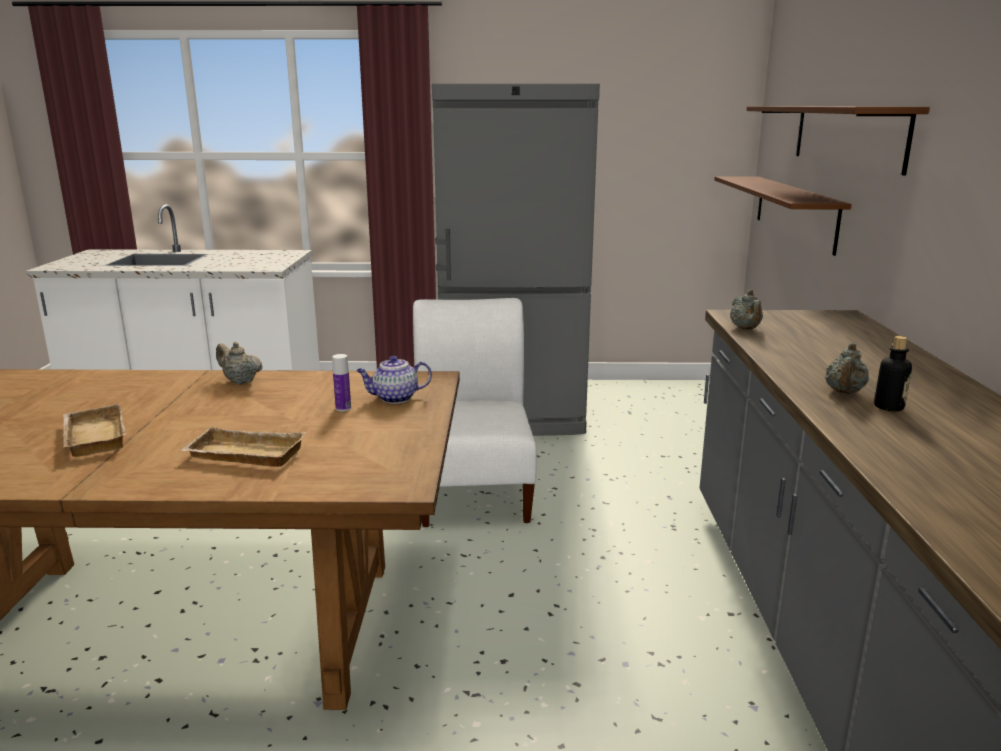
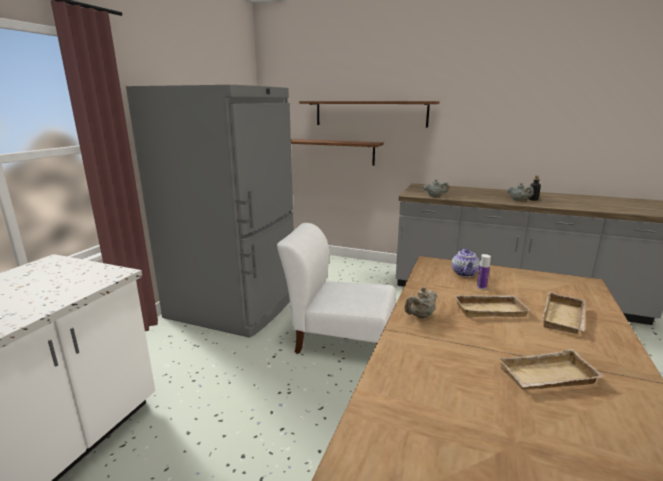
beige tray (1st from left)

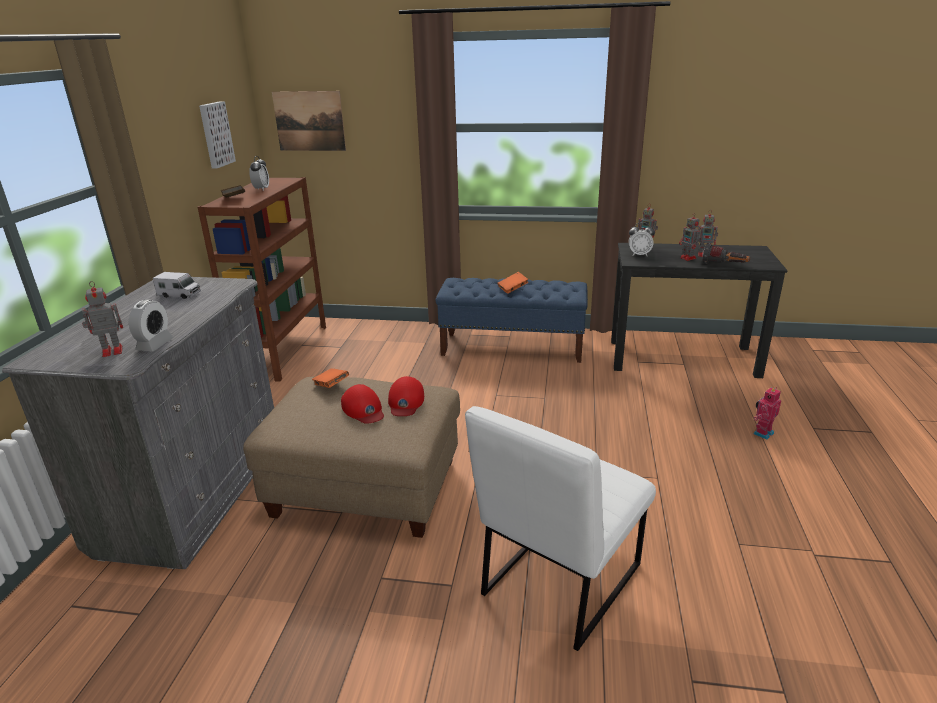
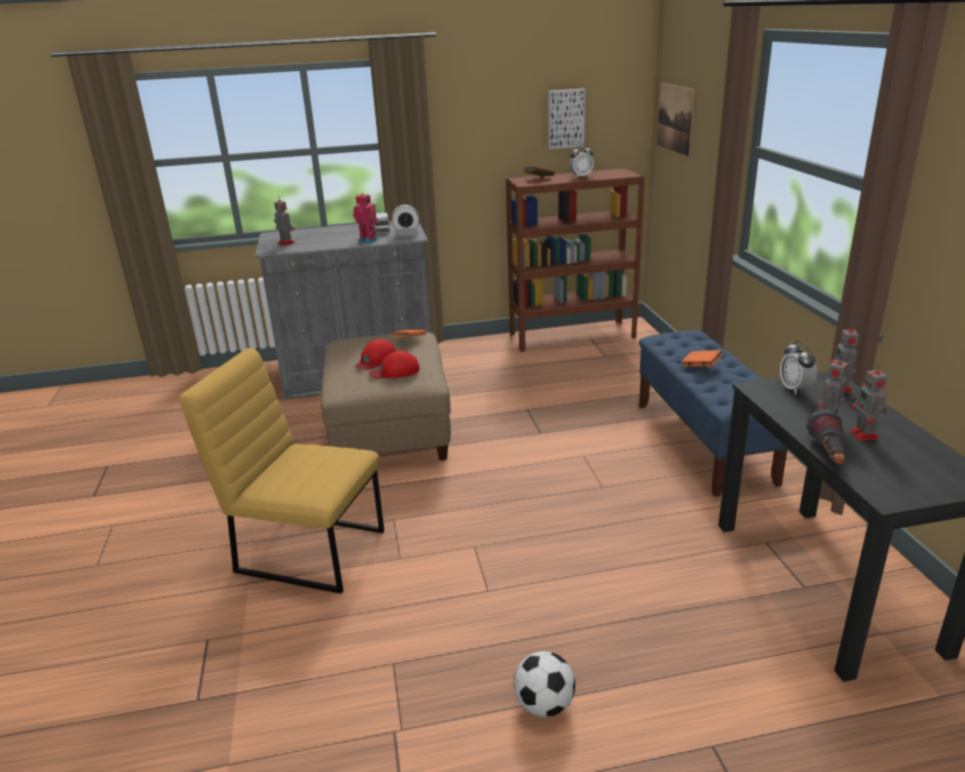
alarm clock (1st from left)
toy robot (2nd from left)
yellow chair
football

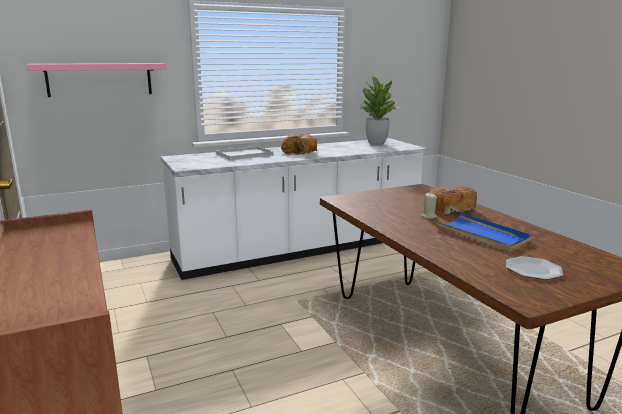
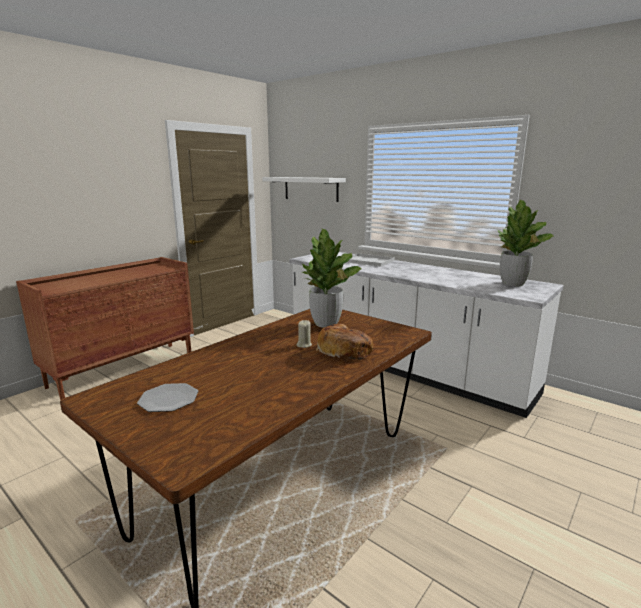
white shelf
bread (1st from left in the first image)
blue tray
potted plant (1st from left)

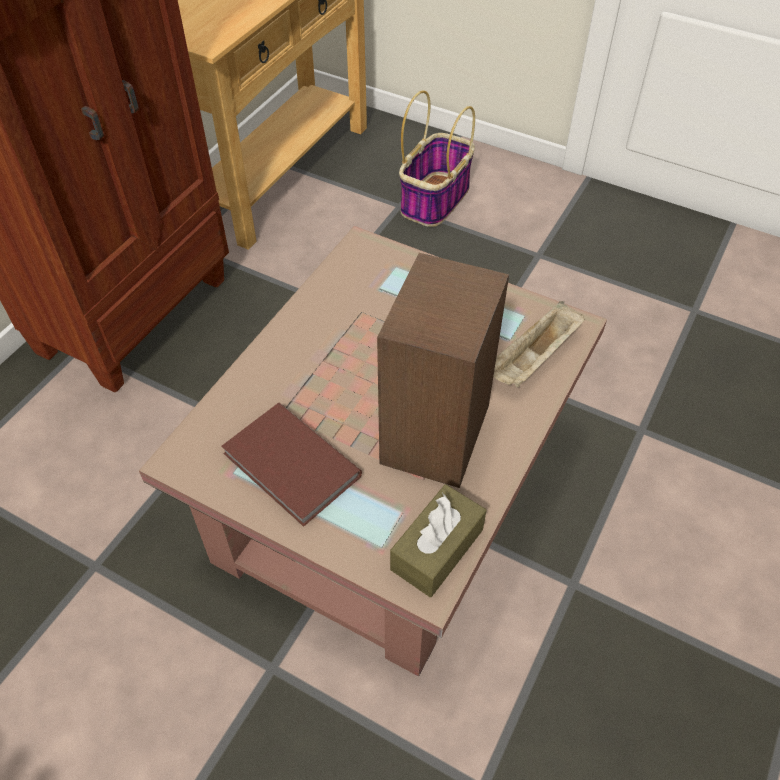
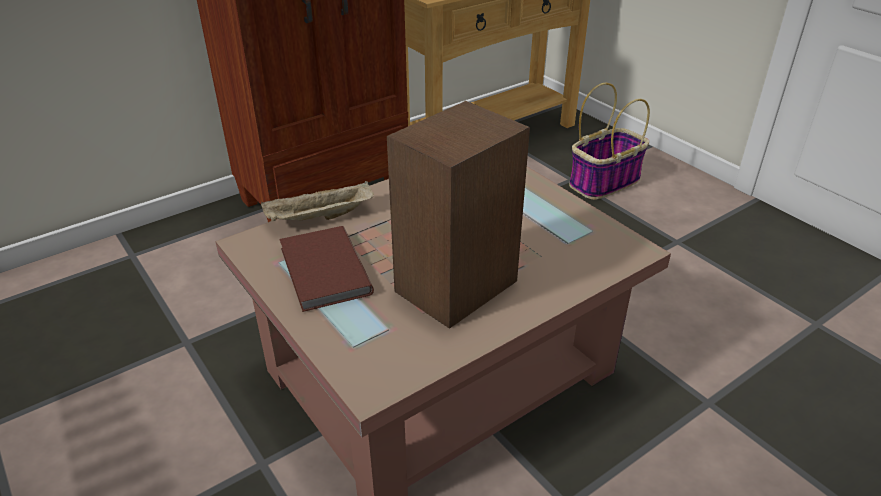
beige tray
brown tissue box

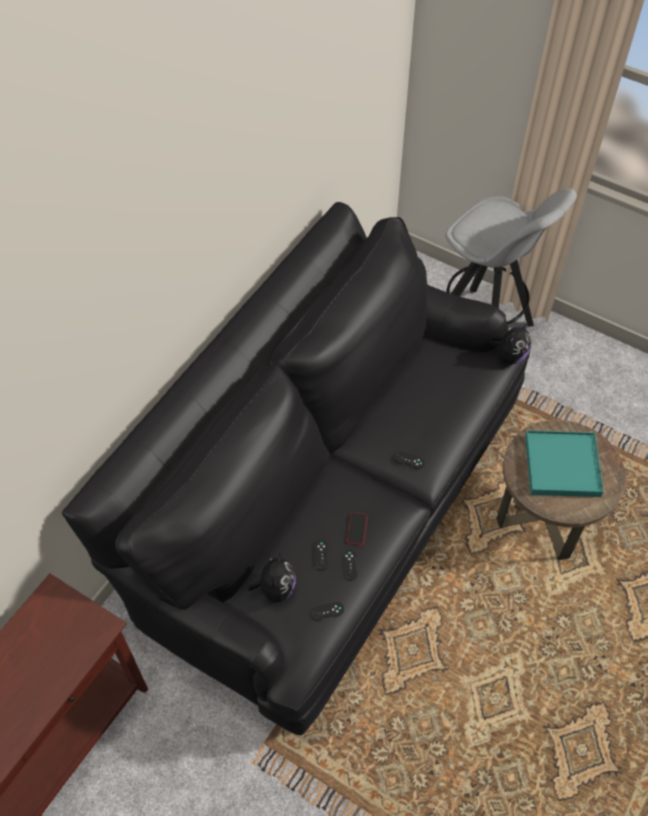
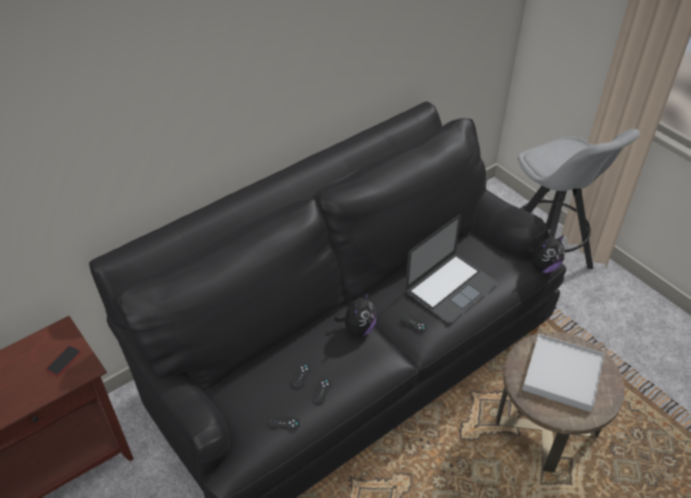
white tray
phone
plush toy (1st from left)
laptop

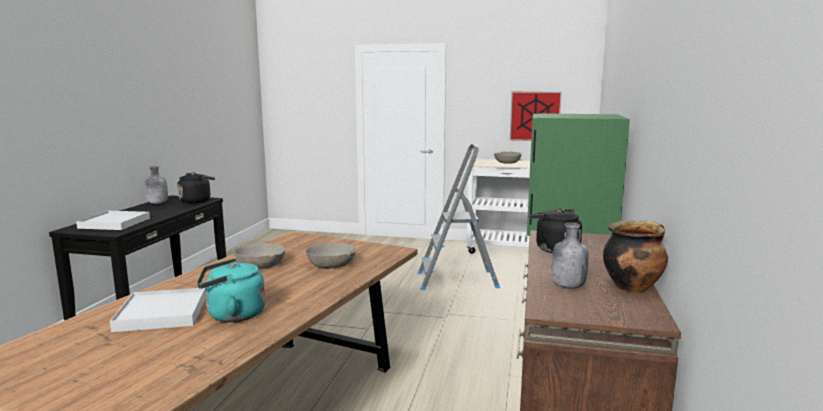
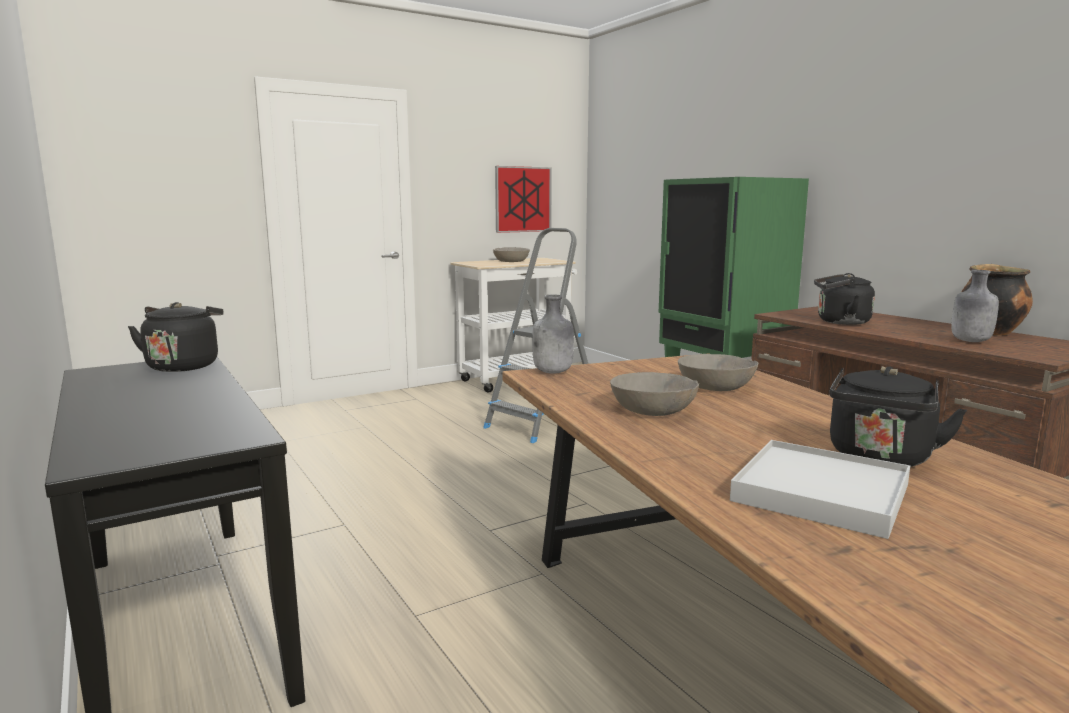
grey bottle (1st from left)
white tray (1st from left in the first image)
black kettle (3rd from left)

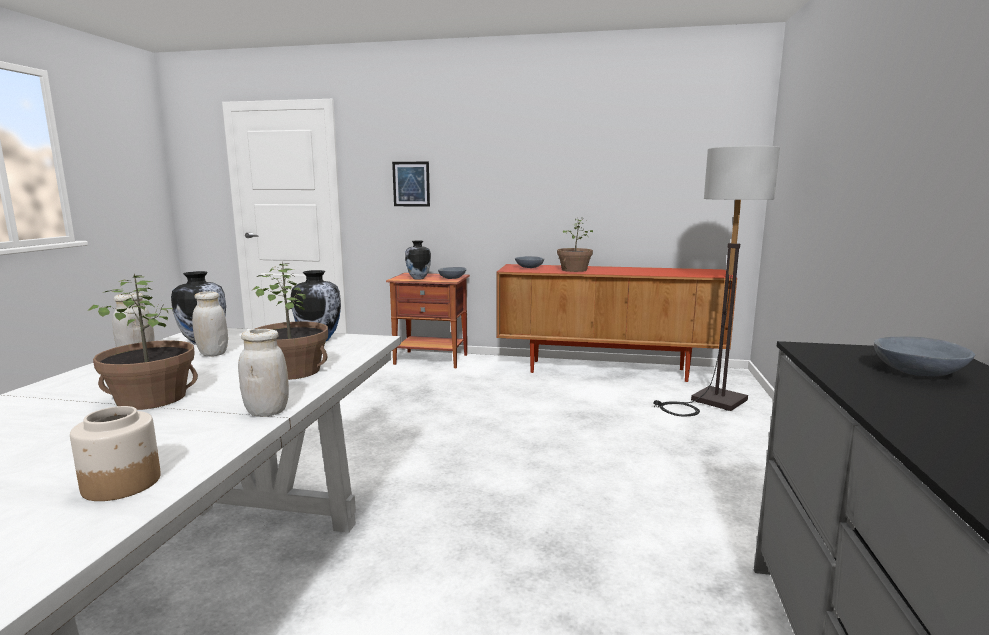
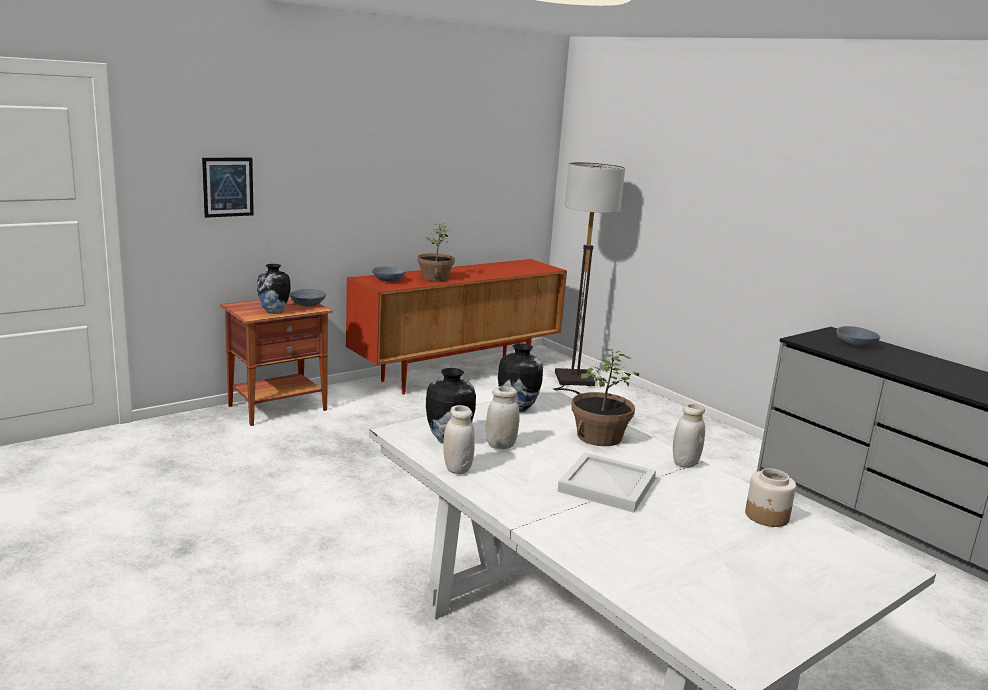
white tray

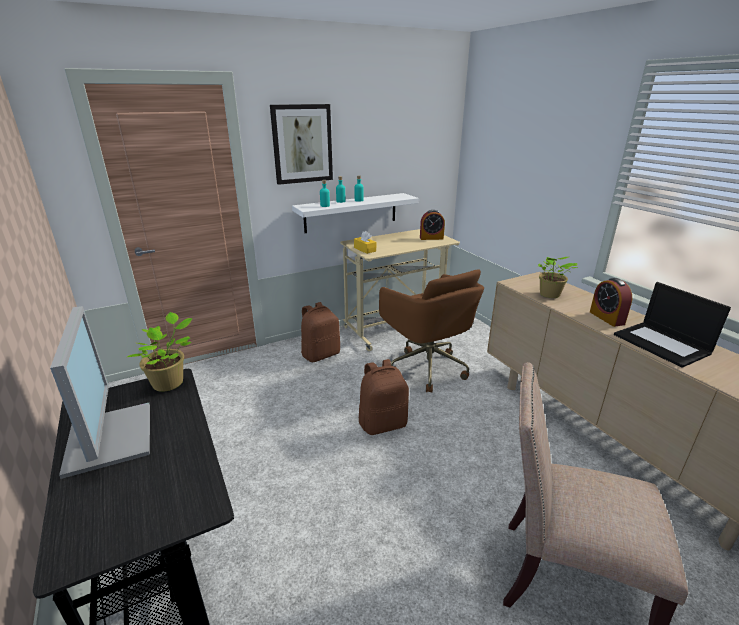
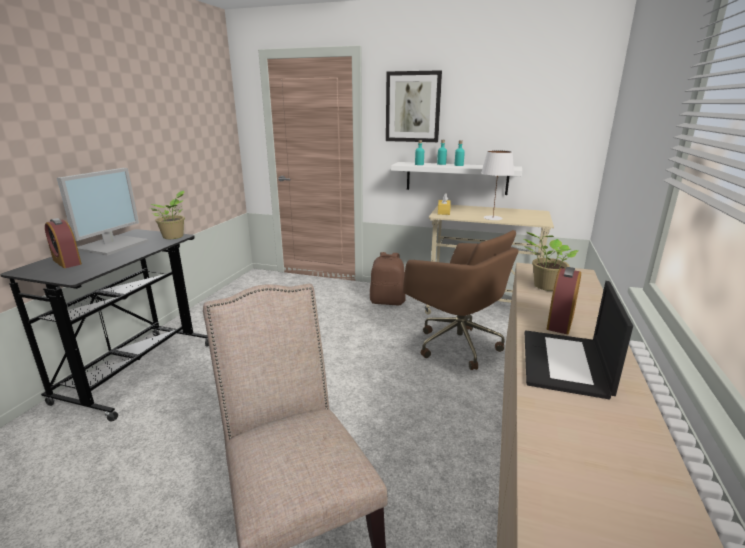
alarm clock (1st from left)
brown office chair
brown backpack (2nd from left in the first image)
white table lamp

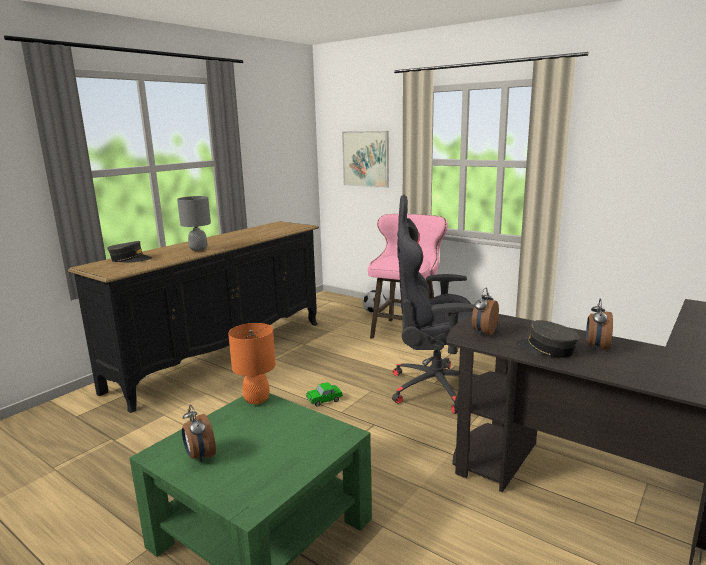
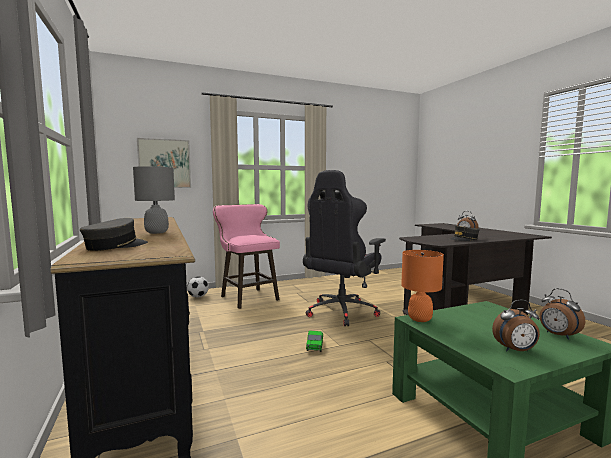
alarm clock (3rd from left)

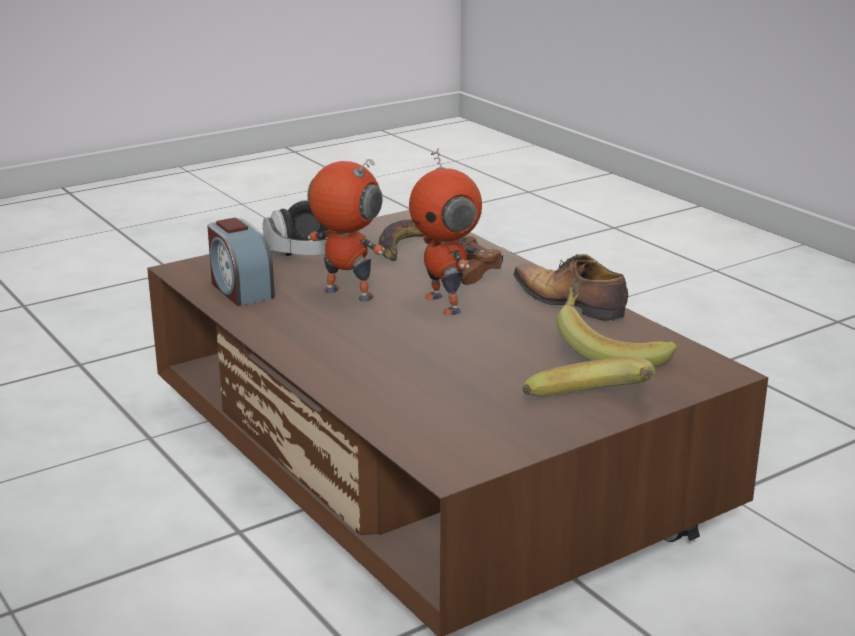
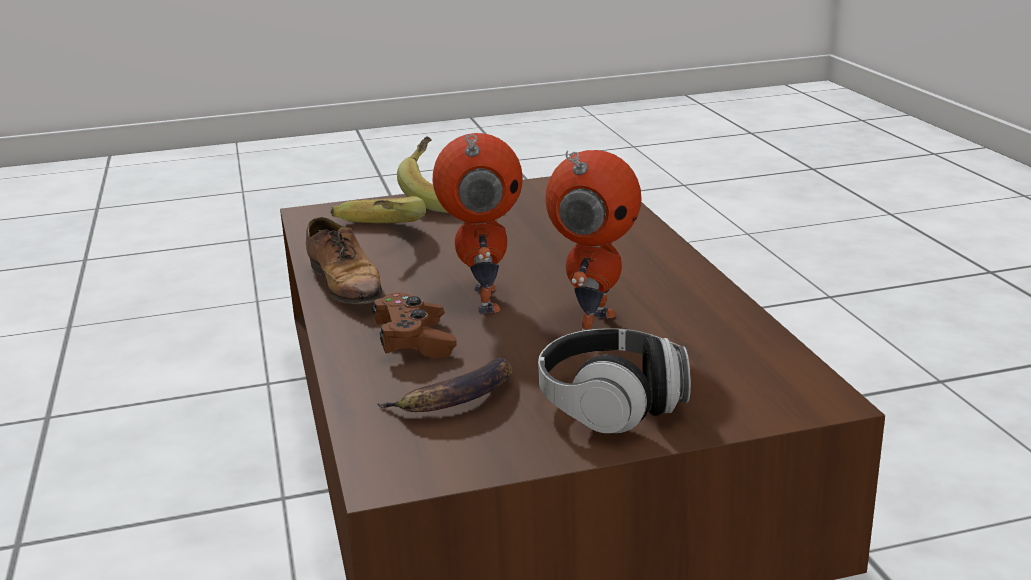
toy robot (2nd from left)
alarm clock

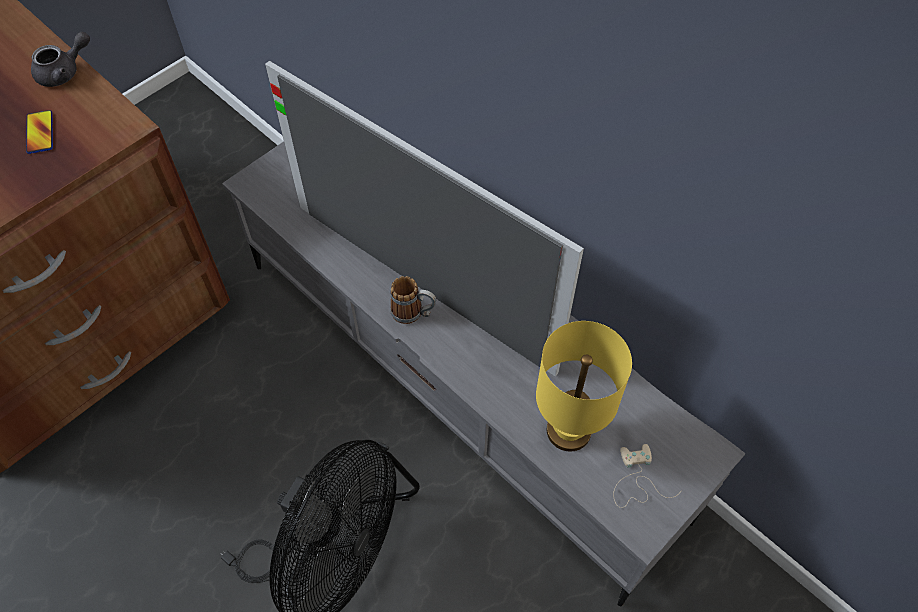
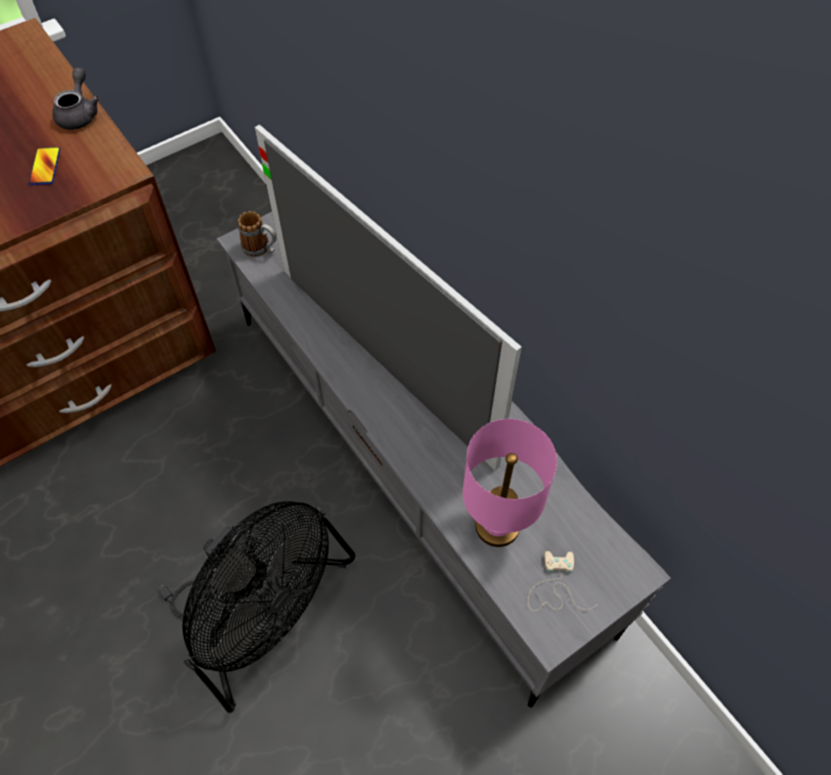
grey teapot
mug
pink table lamp

